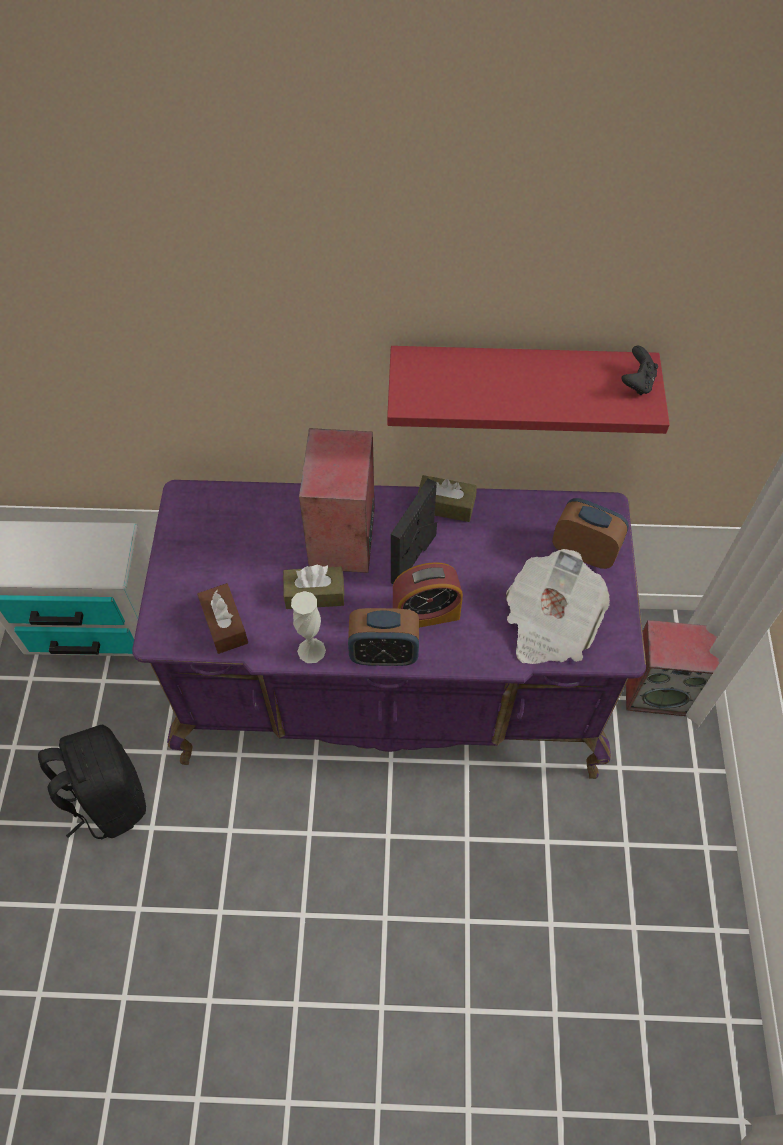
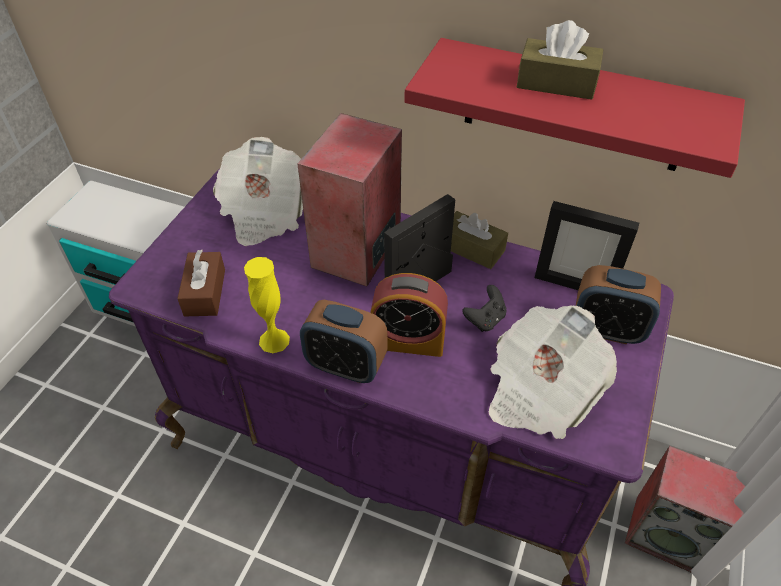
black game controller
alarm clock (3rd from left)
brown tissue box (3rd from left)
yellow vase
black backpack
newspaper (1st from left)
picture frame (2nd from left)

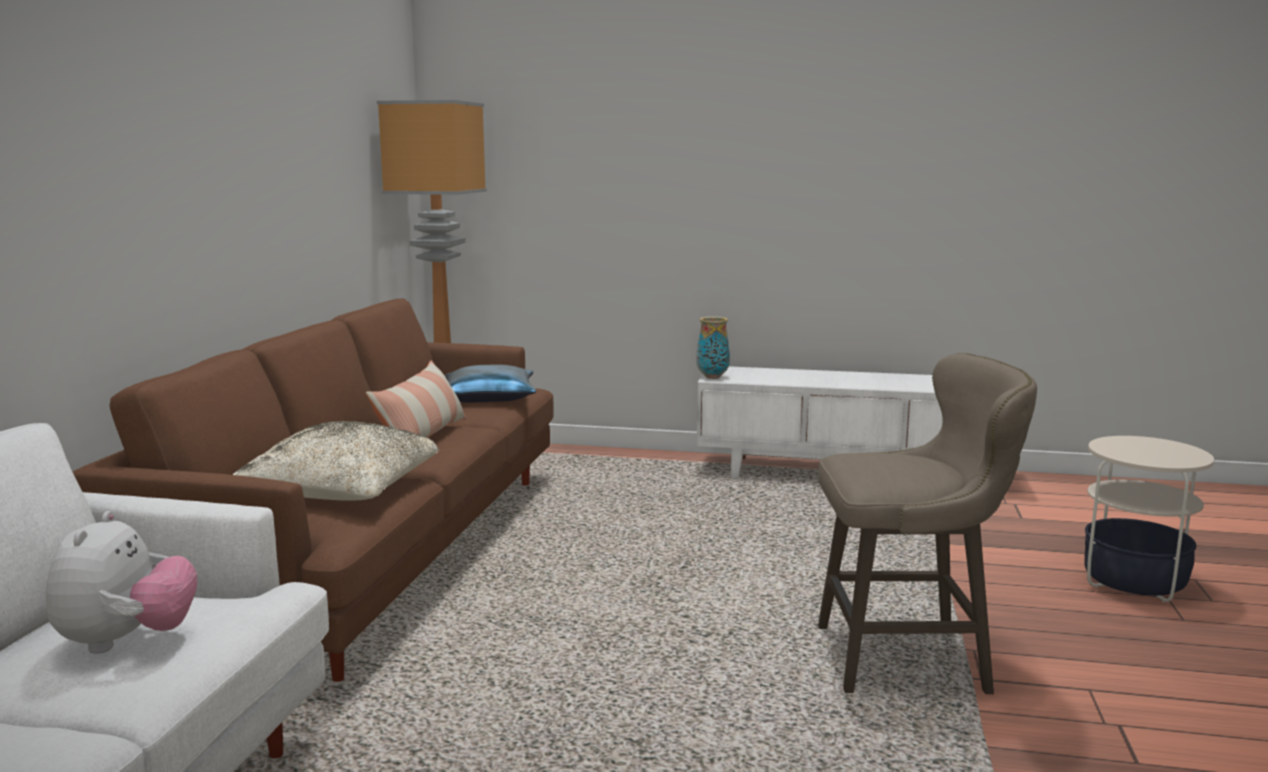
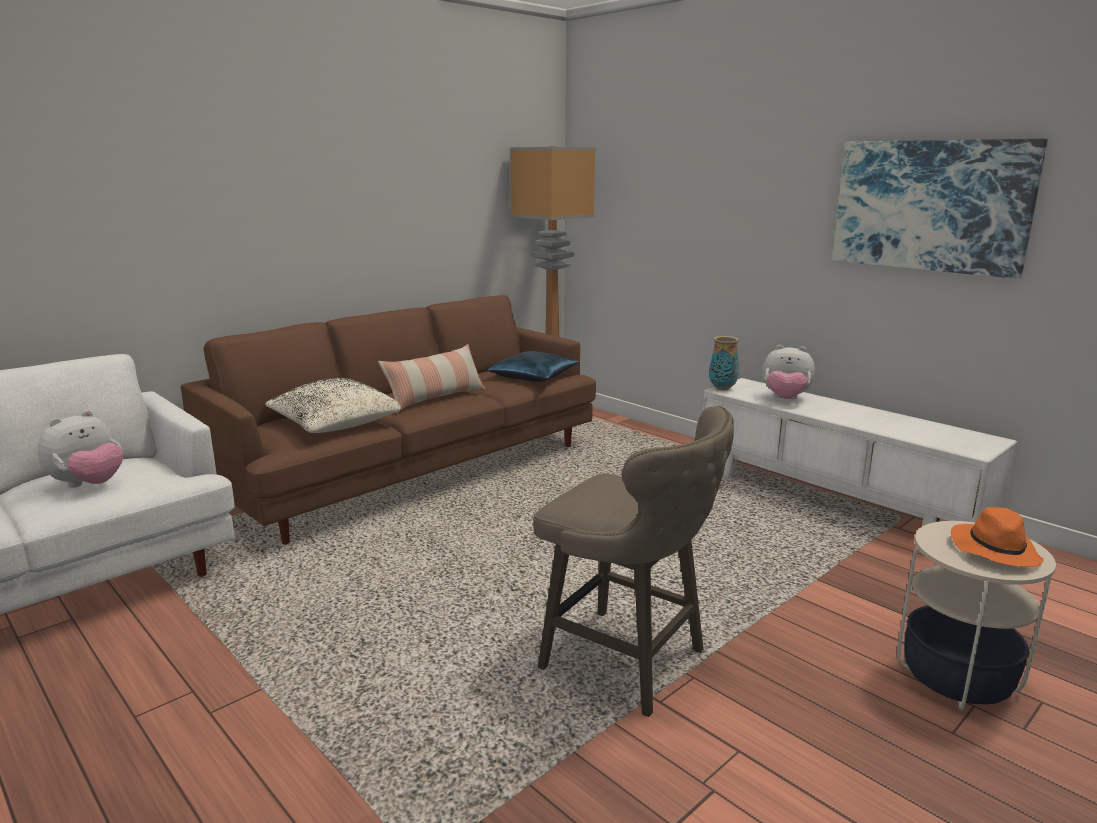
picture
plush toy (2nd from left)
orange hat

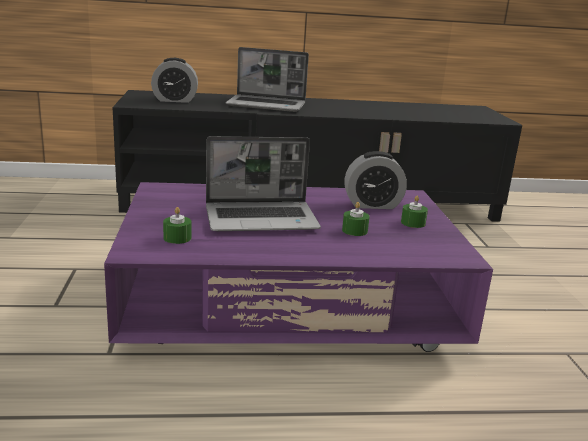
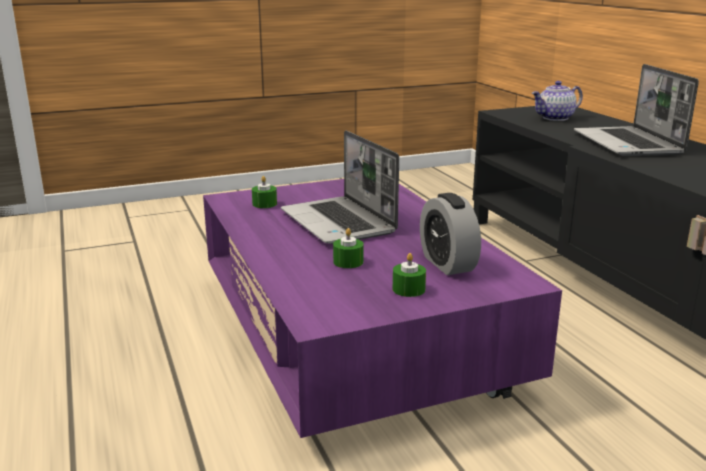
teapot

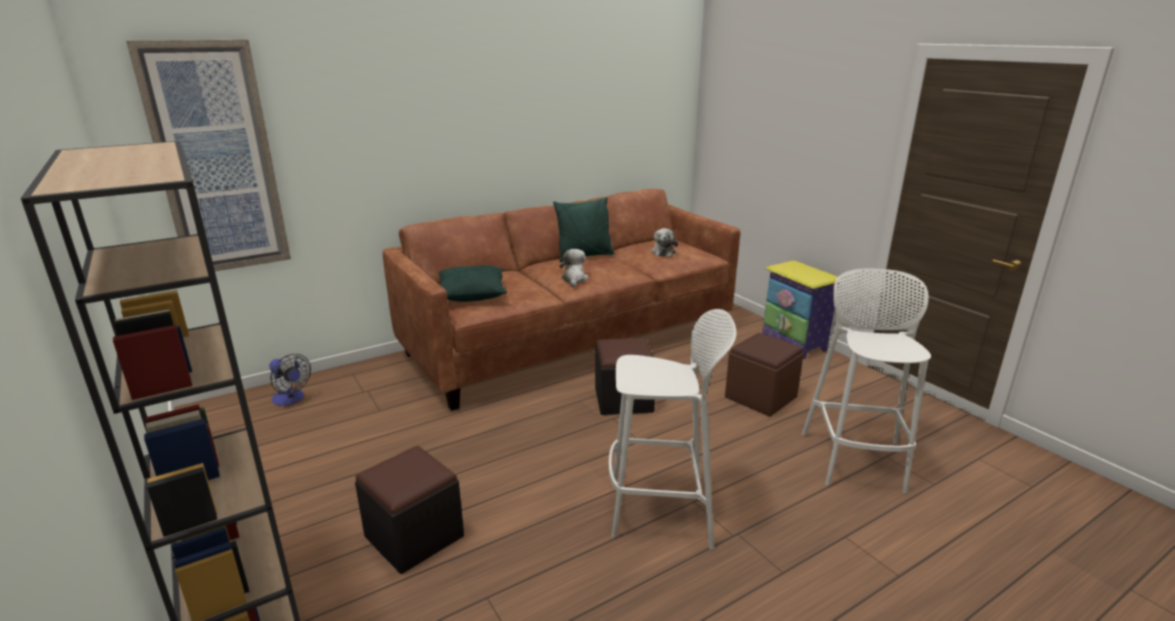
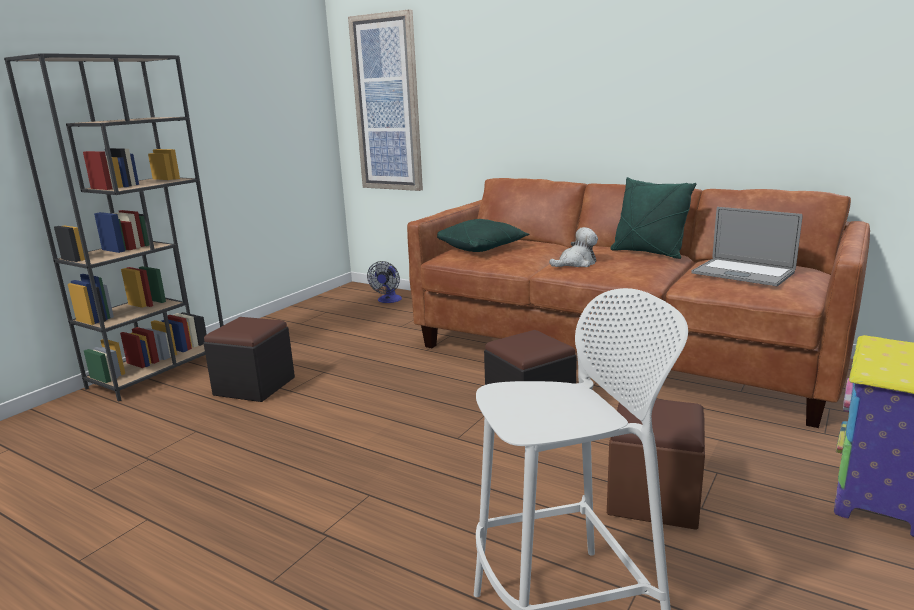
laptop
white stool (1st from left in the first image)

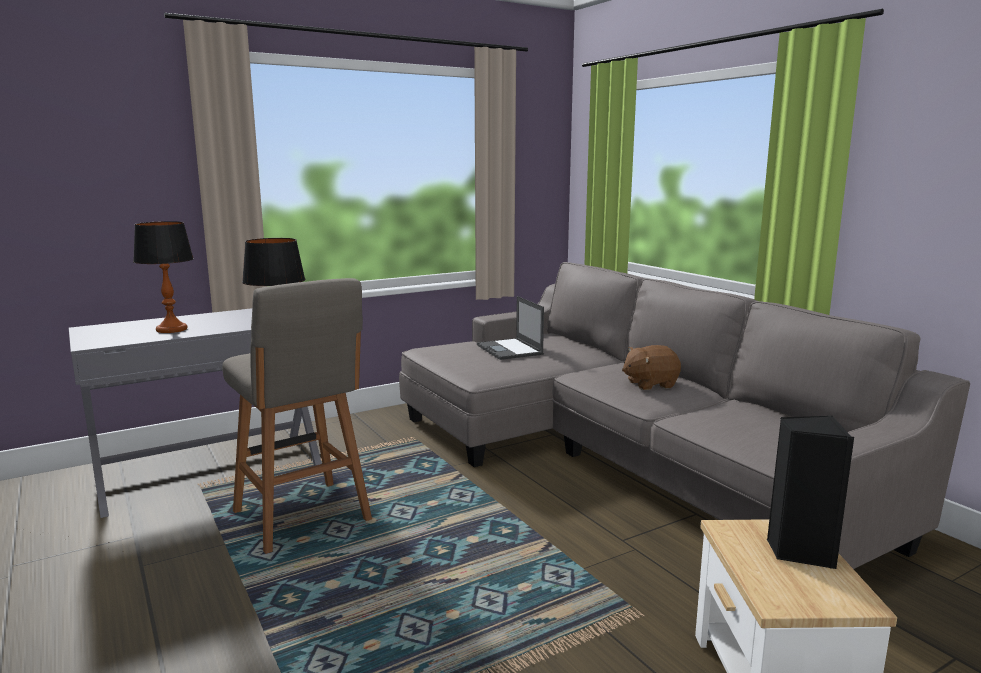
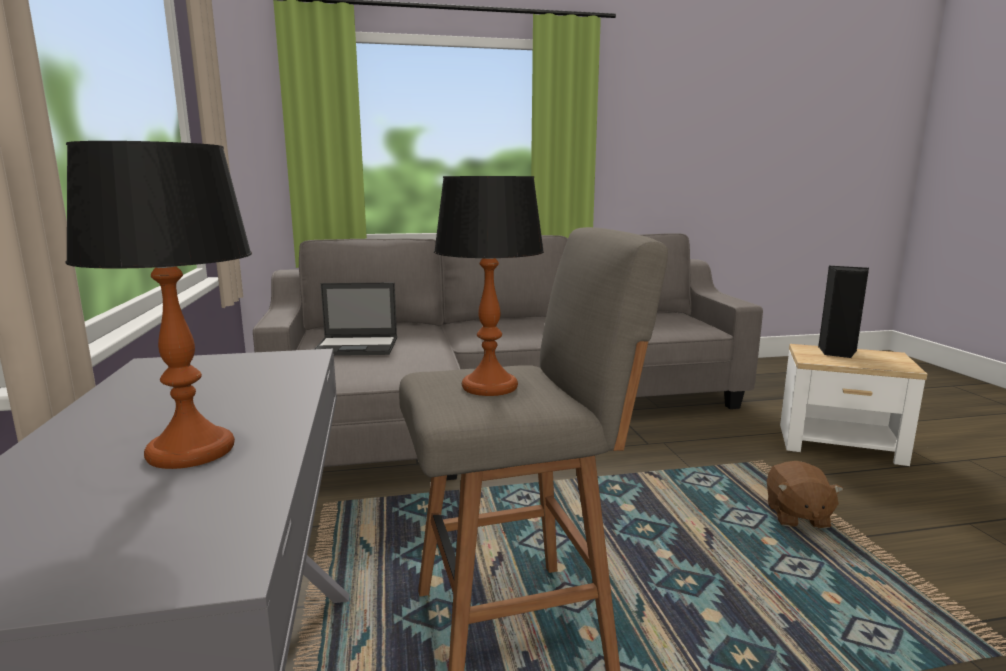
brown plush toy

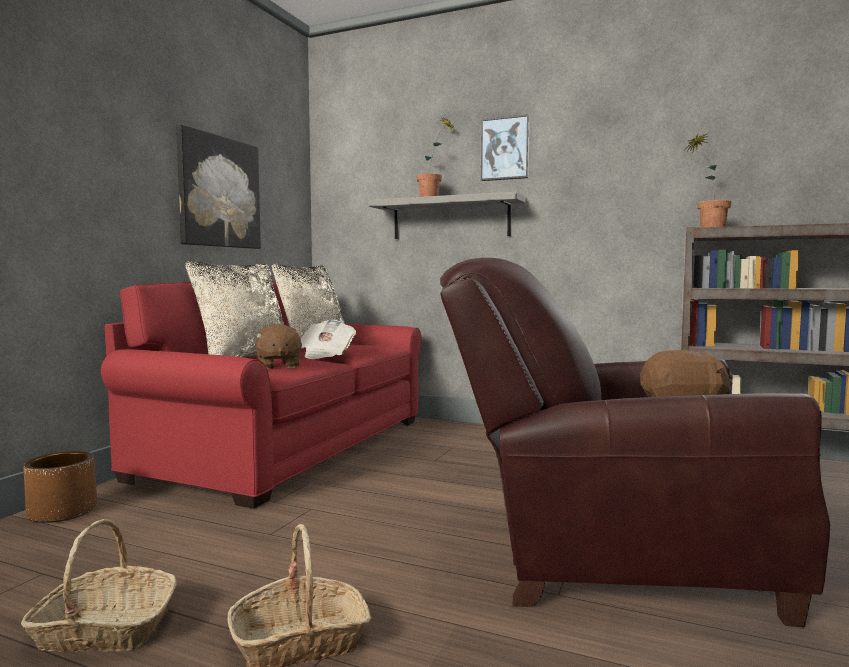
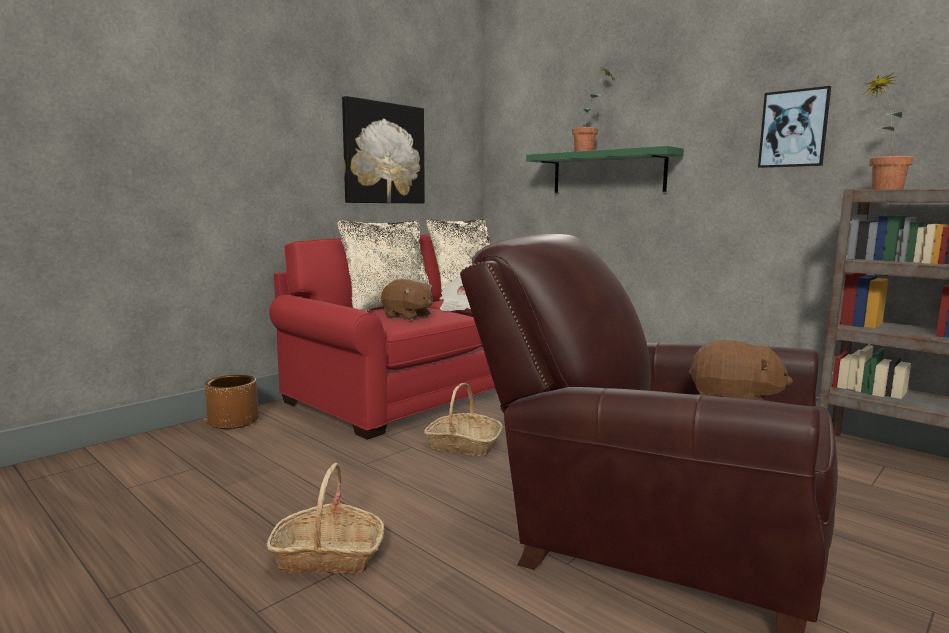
picture (2nd from left)
green shelf
brown plush toy (1st from left)
basket (2nd from left)

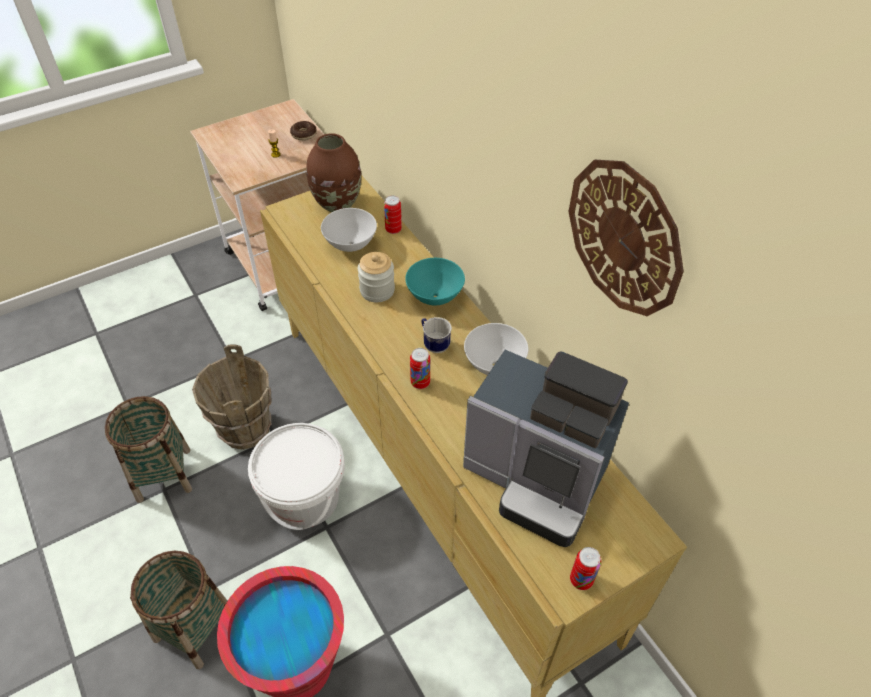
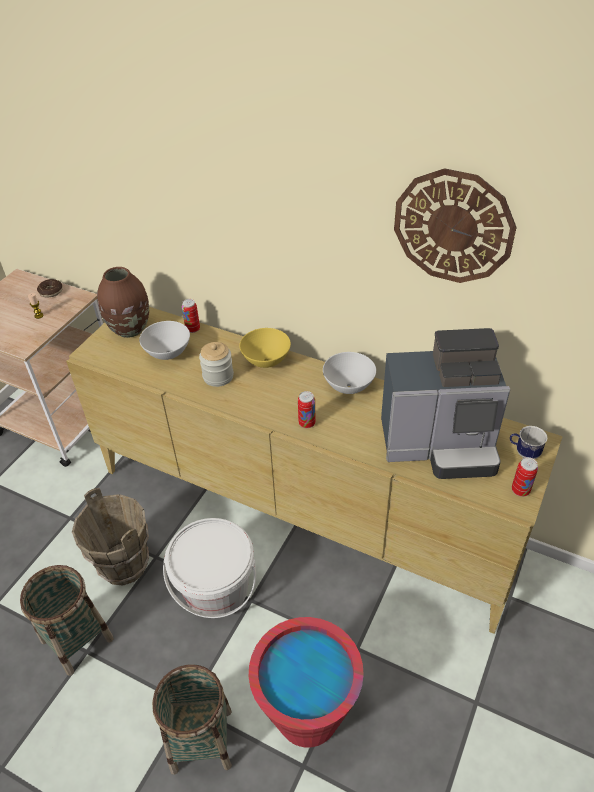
yellow bowl
mug

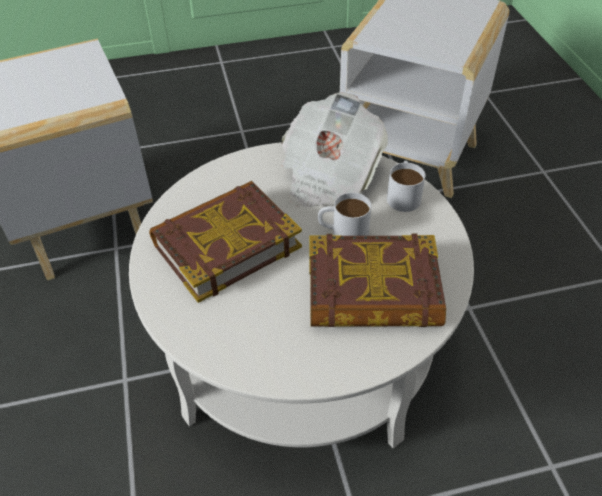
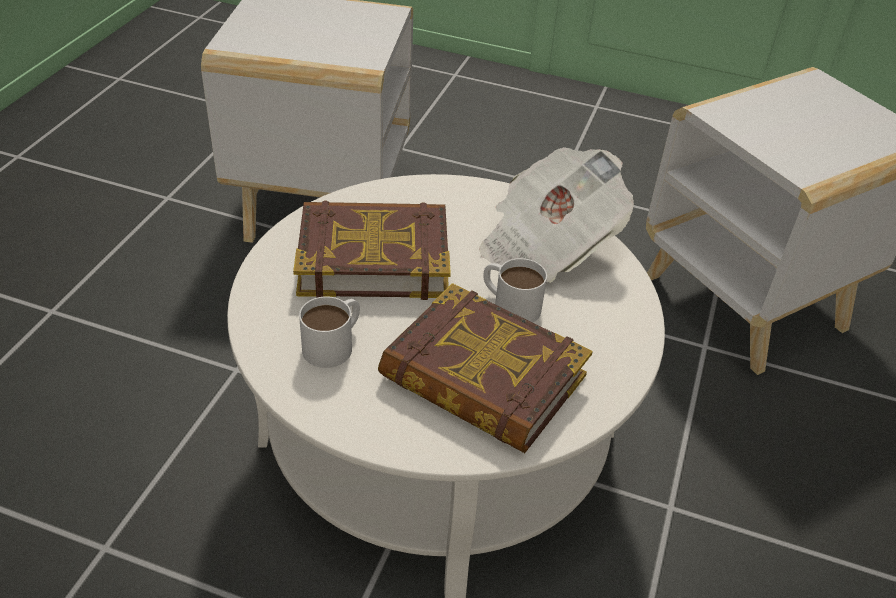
white mug (1st from left)

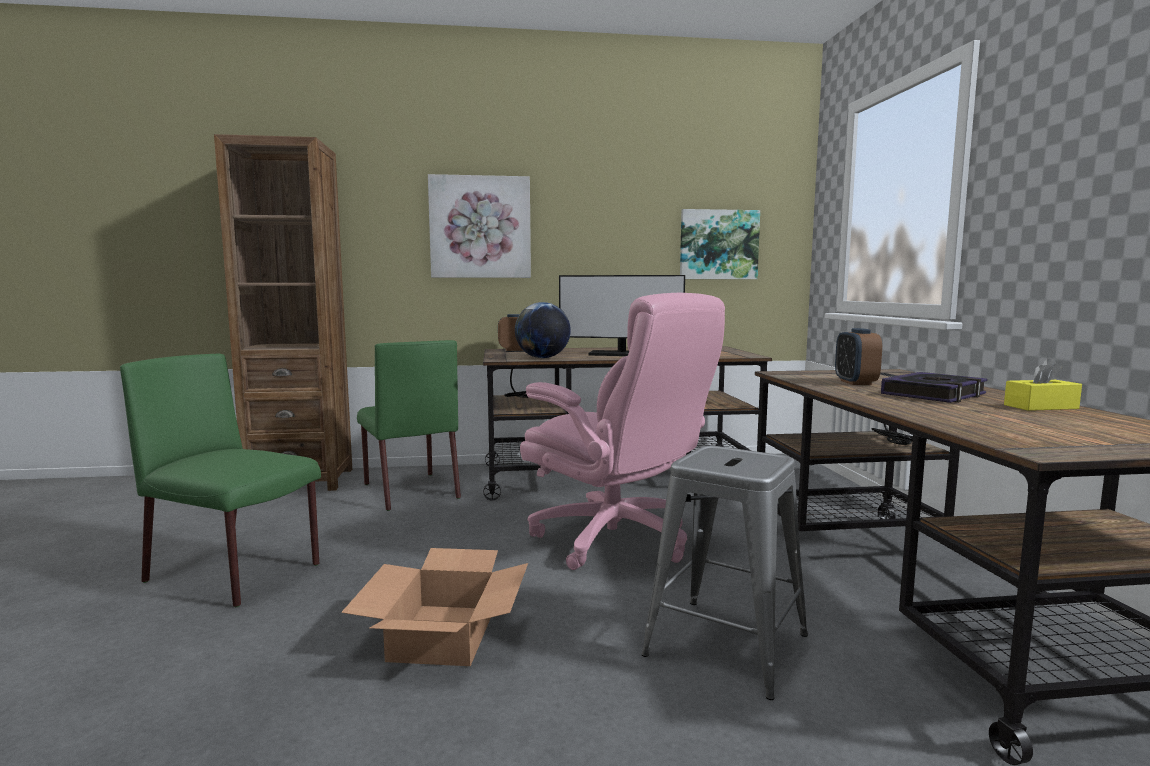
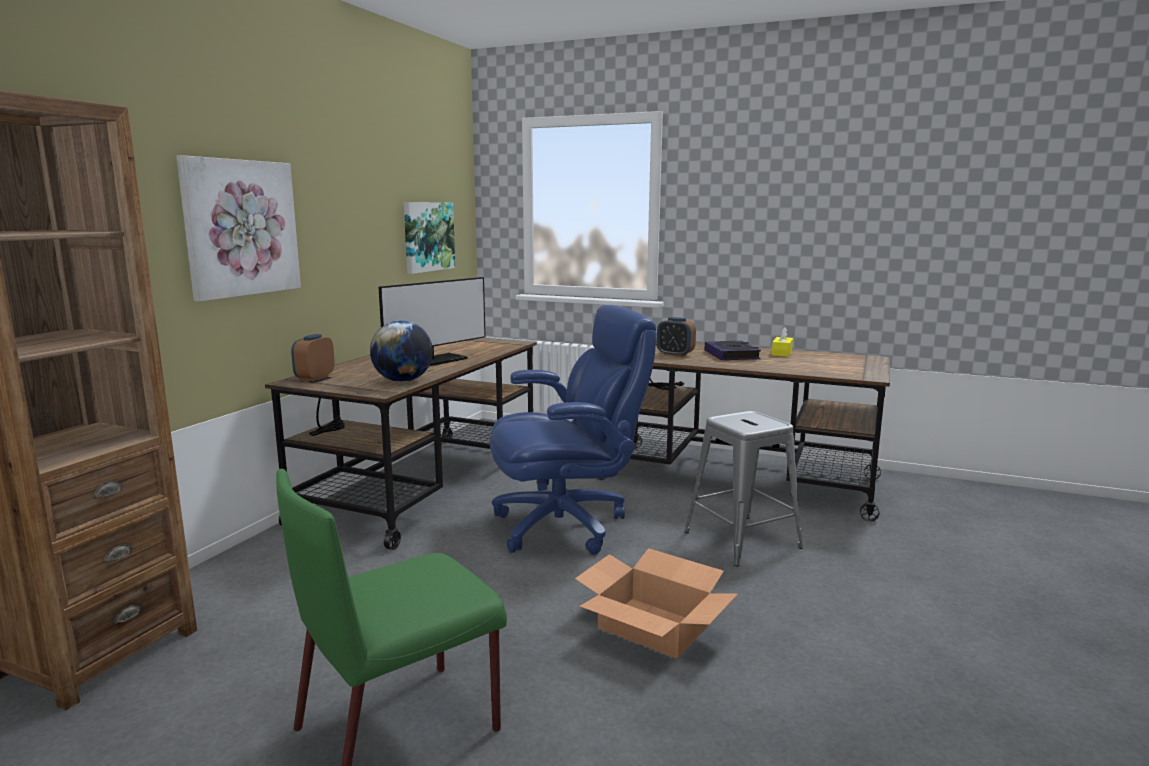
blue office chair
green chair (2nd from left in the first image)

